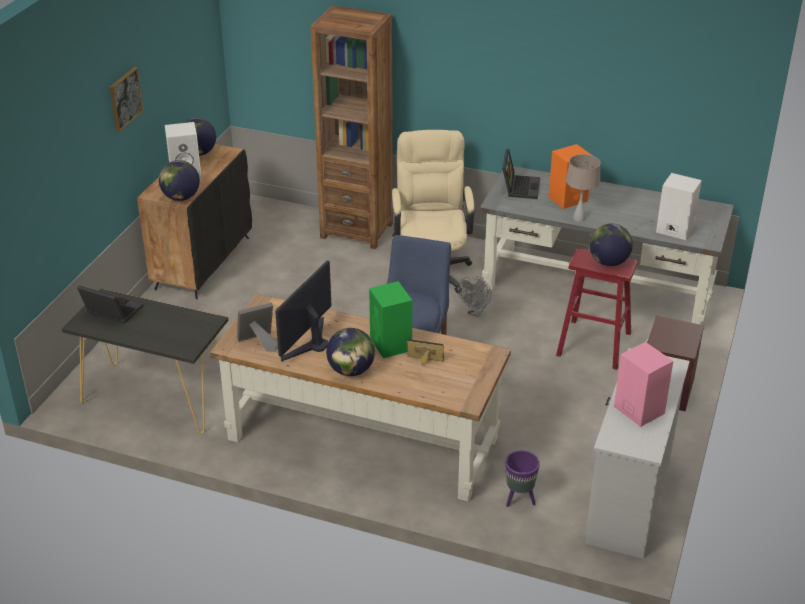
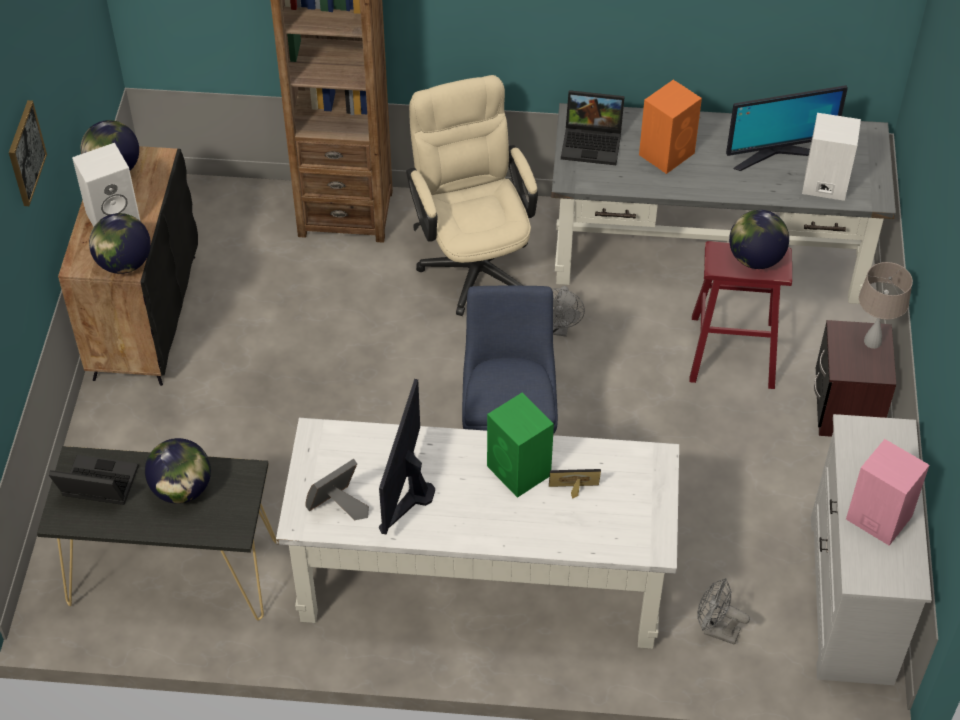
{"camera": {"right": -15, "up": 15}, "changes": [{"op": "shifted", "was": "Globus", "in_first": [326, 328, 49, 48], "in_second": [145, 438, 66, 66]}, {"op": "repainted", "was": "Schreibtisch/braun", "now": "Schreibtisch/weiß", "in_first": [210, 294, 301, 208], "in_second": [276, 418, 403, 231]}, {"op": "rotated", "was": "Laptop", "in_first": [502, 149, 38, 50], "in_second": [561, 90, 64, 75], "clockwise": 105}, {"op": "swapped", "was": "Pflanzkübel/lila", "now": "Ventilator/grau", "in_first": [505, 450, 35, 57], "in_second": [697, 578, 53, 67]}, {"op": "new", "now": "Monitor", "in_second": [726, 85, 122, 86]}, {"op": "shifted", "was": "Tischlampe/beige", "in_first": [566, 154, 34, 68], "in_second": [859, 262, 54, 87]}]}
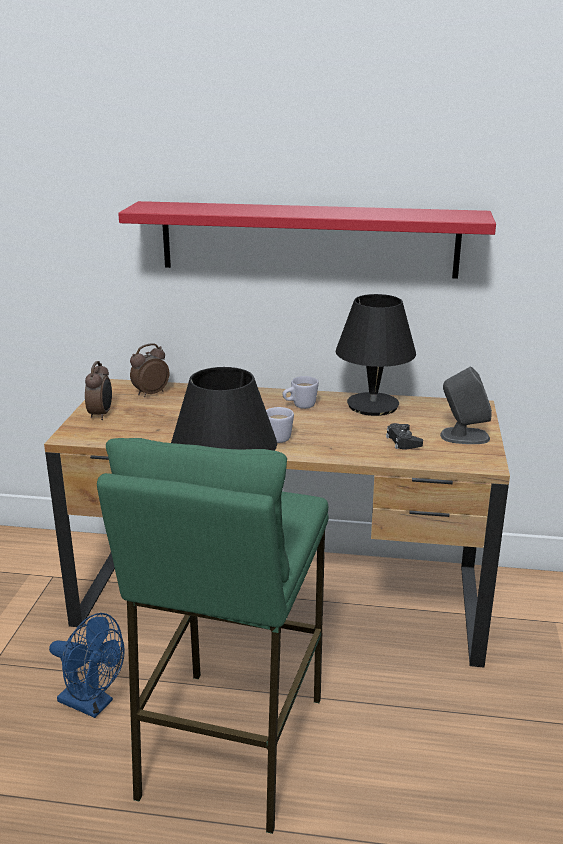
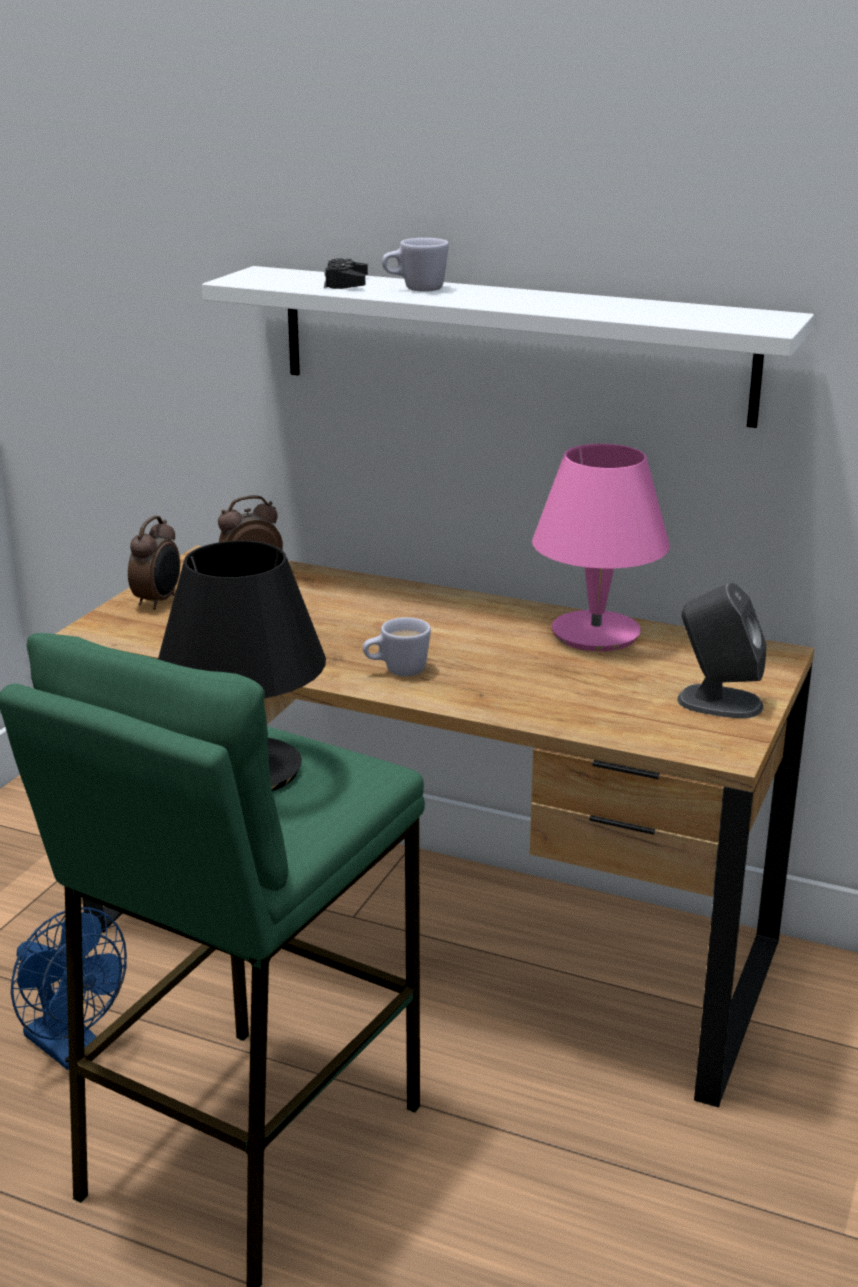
{"camera": {"right": 15, "up": 0}, "changes": [{"op": "repainted", "was": "Wandregal/rot", "now": "Wandregal/weiß", "in_first": [118, 201, 378, 78], "in_second": [202, 266, 612, 162]}, {"op": "shifted", "was": "Gamepad/schwarz", "in_first": [386, 423, 37, 27], "in_second": [324, 258, 44, 31]}, {"op": "shifted", "was": "Henkelbecher/weiß", "in_first": [283, 376, 36, 33], "in_second": [382, 238, 67, 54]}, {"op": "repainted", "was": "Tischlampe/schwarz", "now": "Tischlampe/rosa", "in_first": [336, 294, 80, 122], "in_second": [532, 444, 138, 207]}]}
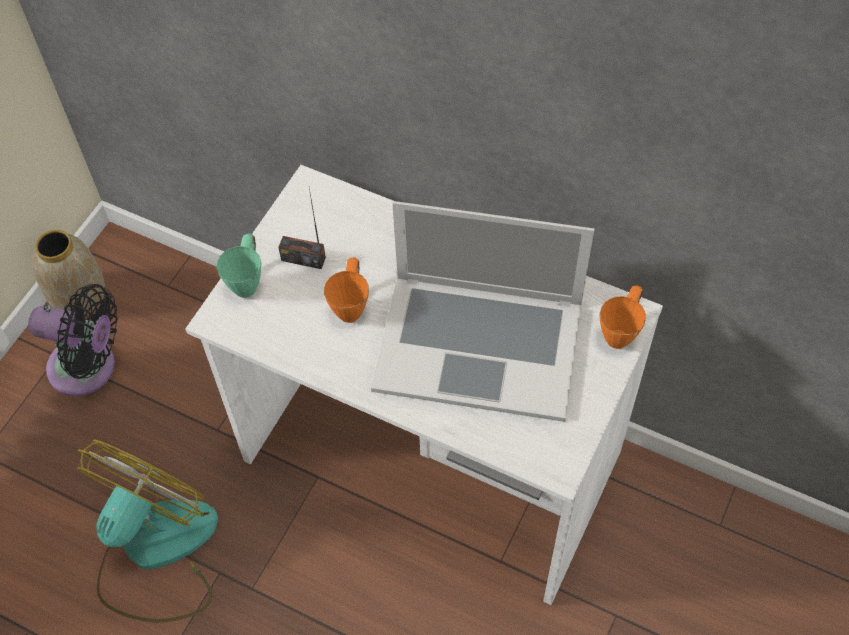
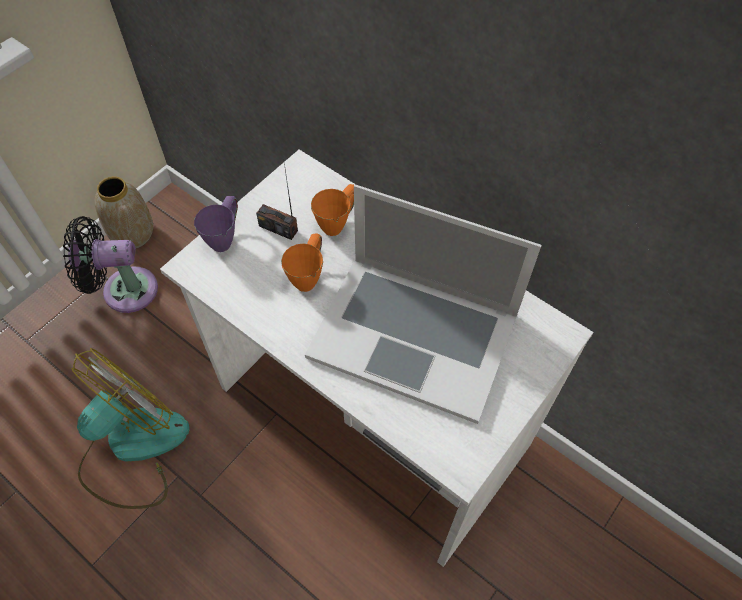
{"camera": {"right": 10, "up": 0}, "changes": [{"op": "rotated", "was": "Ventilator/schwarz", "in_first": [28, 284, 90, 112], "in_second": [63, 216, 95, 97], "clockwise": 150}, {"op": "repainted", "was": "Henkelbecher/grün", "now": "Henkelbecher/lila", "in_first": [217, 233, 44, 65], "in_second": [194, 196, 44, 56]}, {"op": "shifted", "was": "Henkelbecher/orange", "in_first": [599, 285, 47, 64], "in_second": [311, 184, 43, 52]}]}
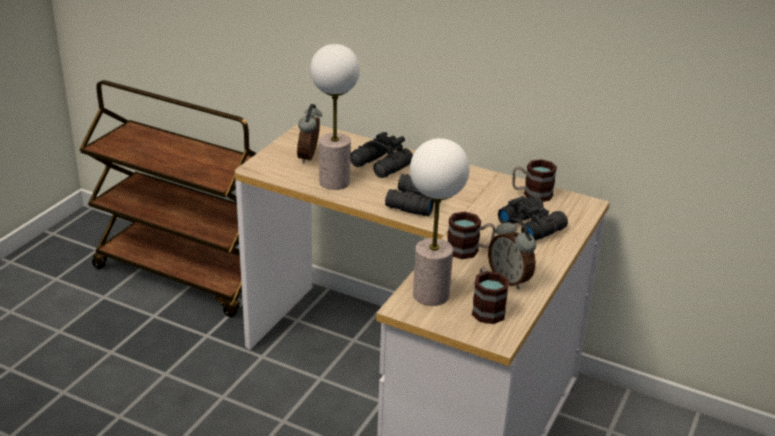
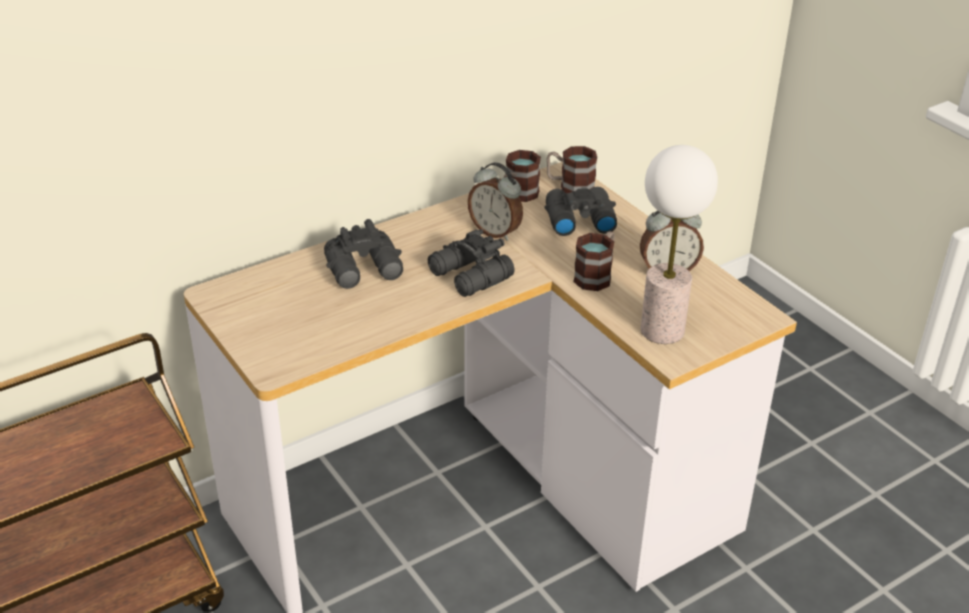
{"camera": {"right": -60, "up": 5}, "changes": [{"op": "shifted", "was": "Wecker", "in_first": [297, 104, 25, 60], "in_second": [468, 162, 55, 79]}, {"op": "shifted", "was": "Henkelbecher", "in_first": [472, 267, 37, 57], "in_second": [547, 146, 50, 47]}, {"op": "gone", "was": "Tischlampe", "in_first": [310, 44, 50, 146]}]}
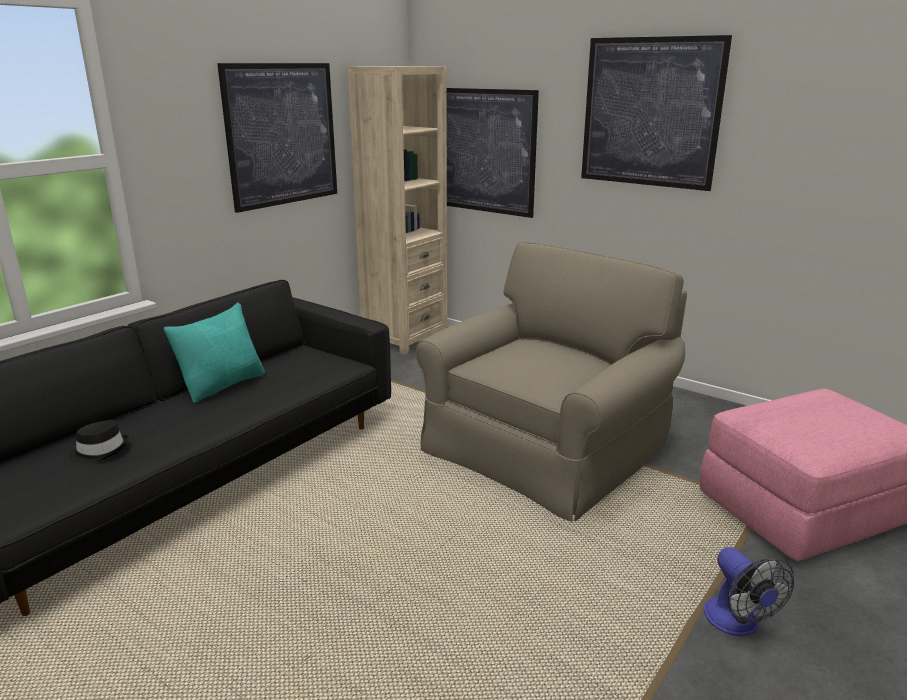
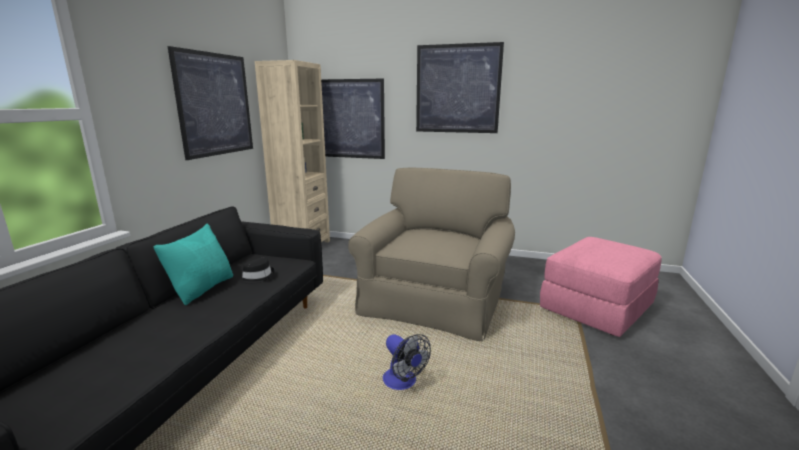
{"camera": {"right": -20, "up": -5}, "changes": [{"op": "shifted", "was": "Hut/schwarz", "in_first": [69, 420, 60, 43], "in_second": [238, 258, 37, 26]}, {"op": "shifted", "was": "Ventilator", "in_first": [704, 547, 90, 89], "in_second": [383, 334, 48, 56]}]}
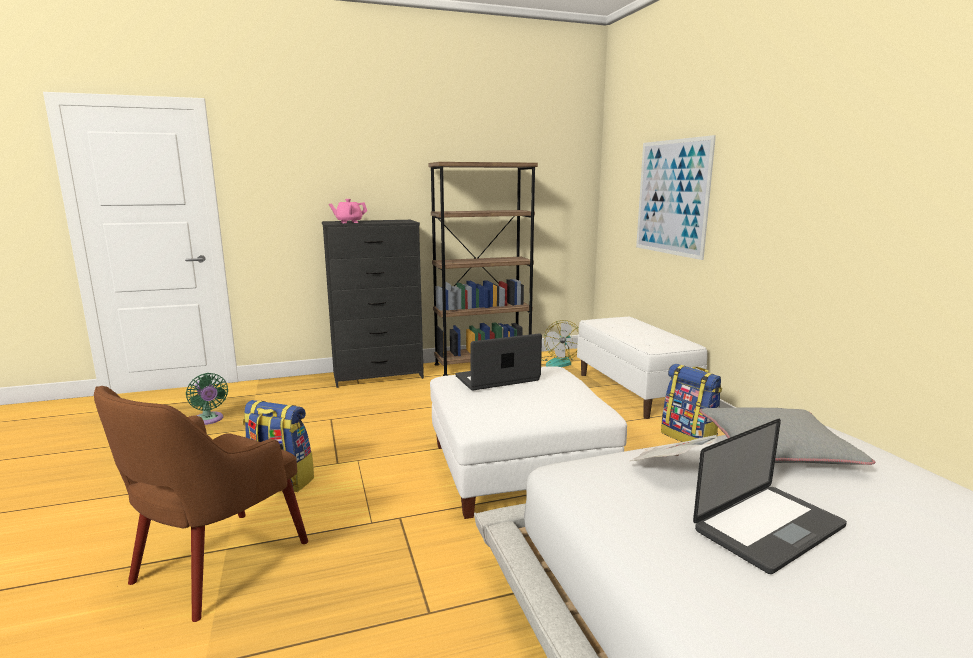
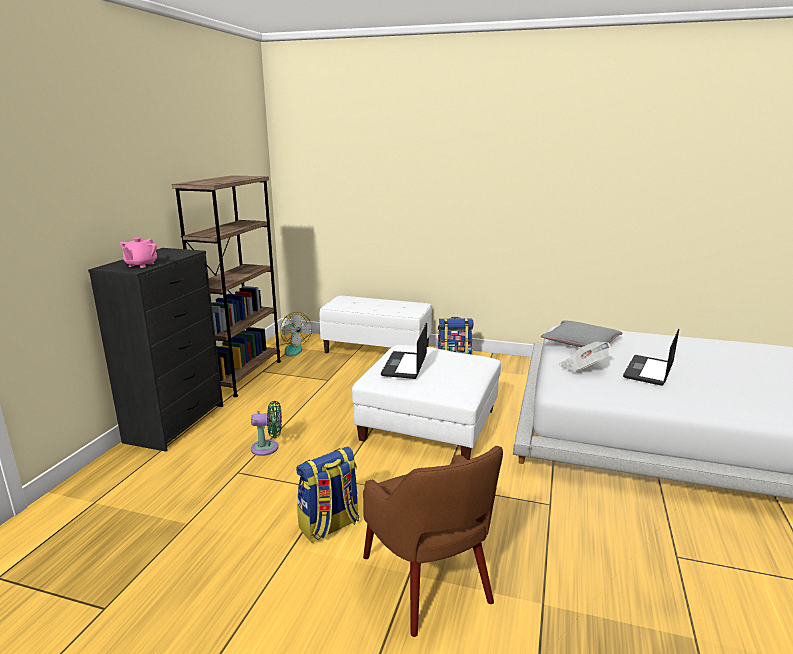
{"camera": {"right": -55, "up": 5}, "changes": [{"op": "shifted", "was": "Ventilator/grün", "in_first": [186, 373, 42, 52], "in_second": [251, 401, 31, 55]}, {"op": "rotated", "was": "Laptop", "in_first": [693, 419, 154, 155], "in_second": [623, 328, 56, 58], "clockwise": -150}, {"op": "gone", "was": "Bild", "in_first": [636, 135, 80, 125]}]}
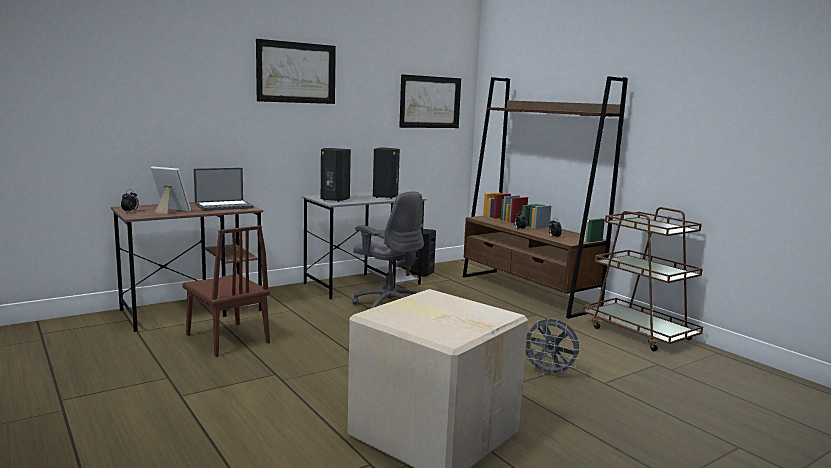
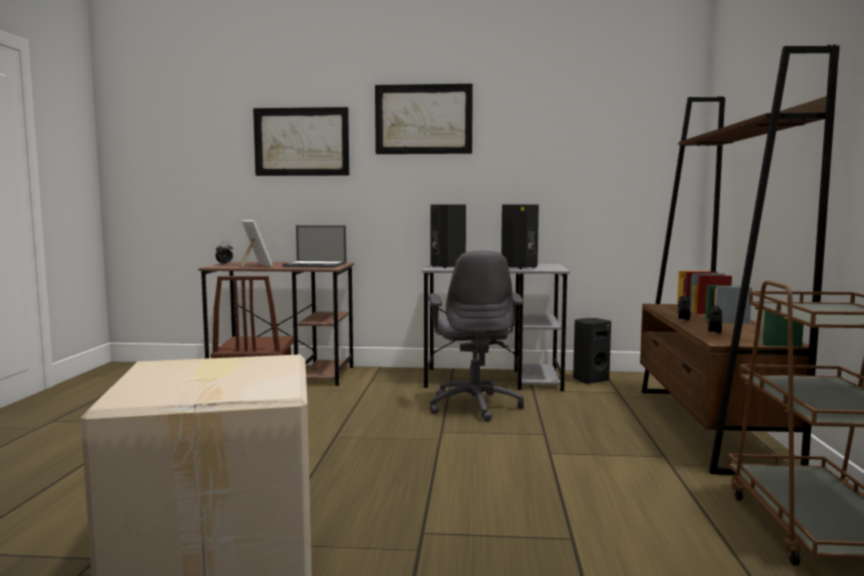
{"camera": {"right": 40, "up": -5}, "changes": [{"op": "shifted", "was": "Bild", "in_first": [399, 74, 62, 54], "in_second": [253, 107, 96, 69]}, {"op": "gone", "was": "Ventilator/grau", "in_first": [525, 319, 56, 58]}]}
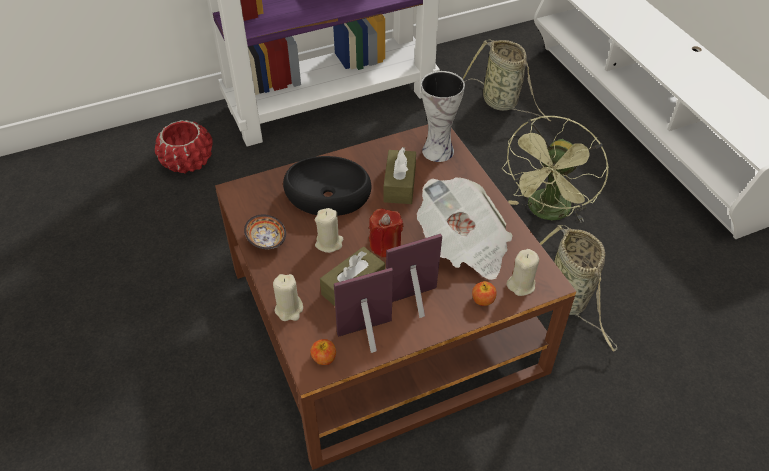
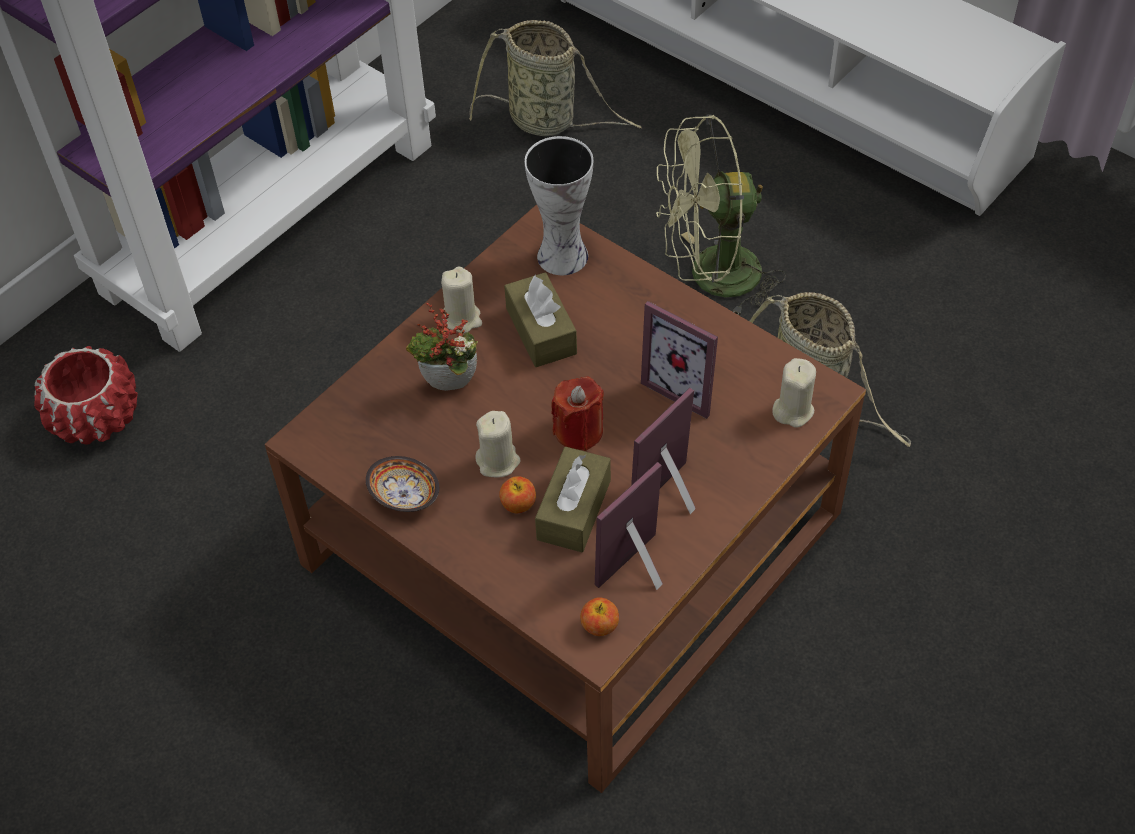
{"camera": {"right": -25, "up": 5}, "changes": [{"op": "swapped", "was": "Schüssel/schwarz", "now": "Topfpflanze", "in_first": [283, 156, 88, 60], "in_second": [406, 303, 72, 88]}, {"op": "shifted", "was": "Kerze/beige", "in_first": [273, 274, 30, 47], "in_second": [441, 266, 41, 68]}, {"op": "shifted", "was": "Apfel", "in_first": [472, 281, 25, 25], "in_second": [499, 476, 37, 37]}, {"op": "swapped", "was": "Zeitung", "now": "Bilderrahmen", "in_first": [417, 177, 96, 103], "in_second": [641, 301, 77, 118]}, {"op": "rotated", "was": "Ventilator/grün", "in_first": [502, 116, 107, 106], "in_second": [656, 115, 130, 200], "clockwise": 75}]}
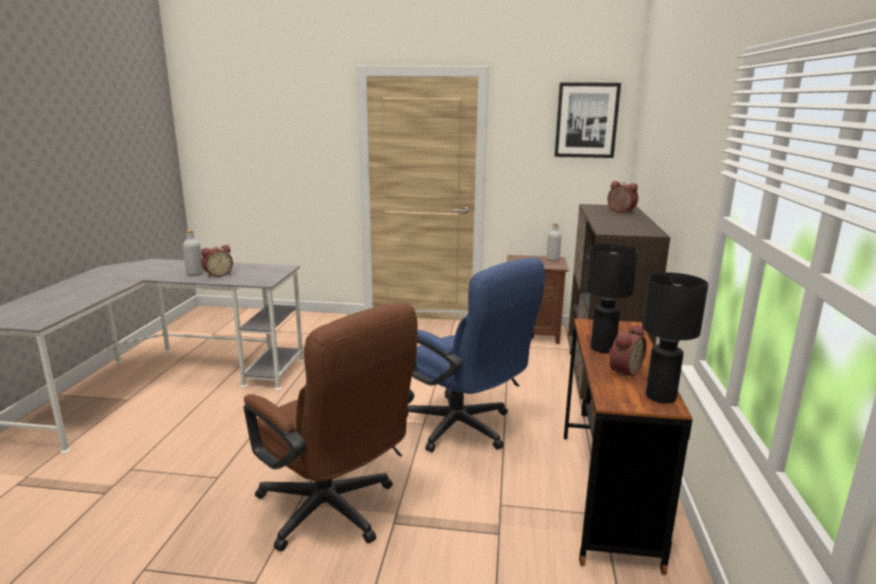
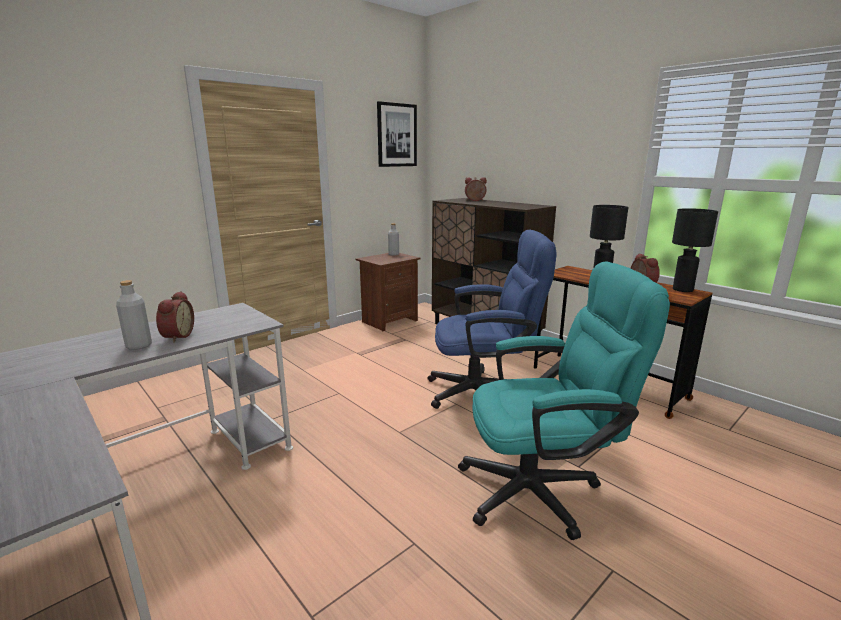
{"camera": {"right": -50, "up": 0}, "changes": [{"op": "repainted", "was": "Bürostuhl/braun", "now": "Bürostuhl/türkis", "in_first": [244, 302, 174, 249], "in_second": [458, 261, 212, 279]}]}
